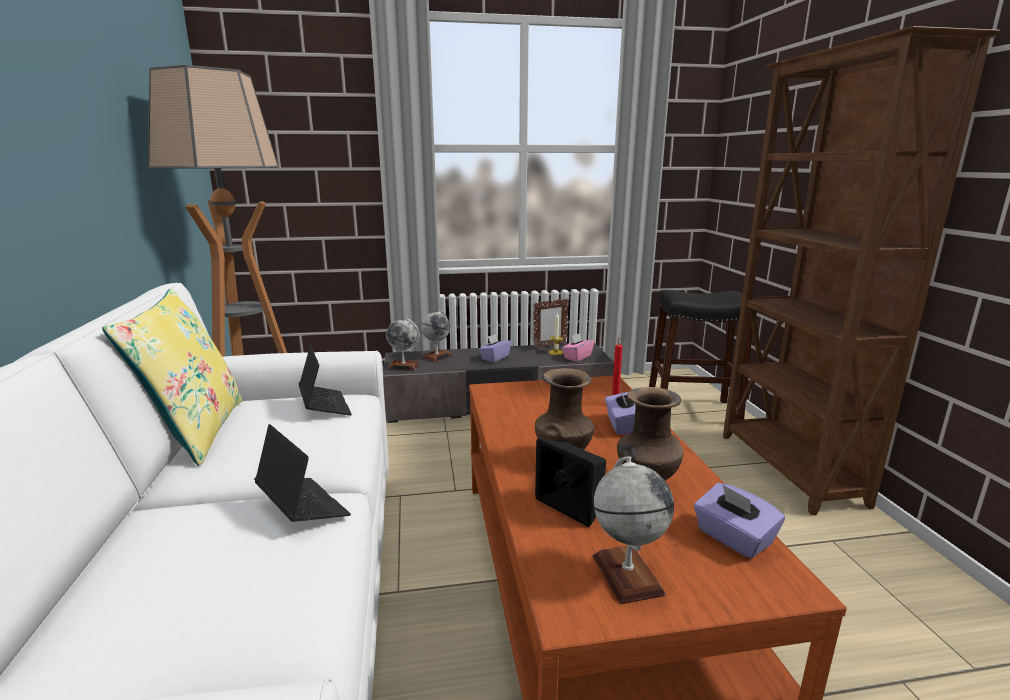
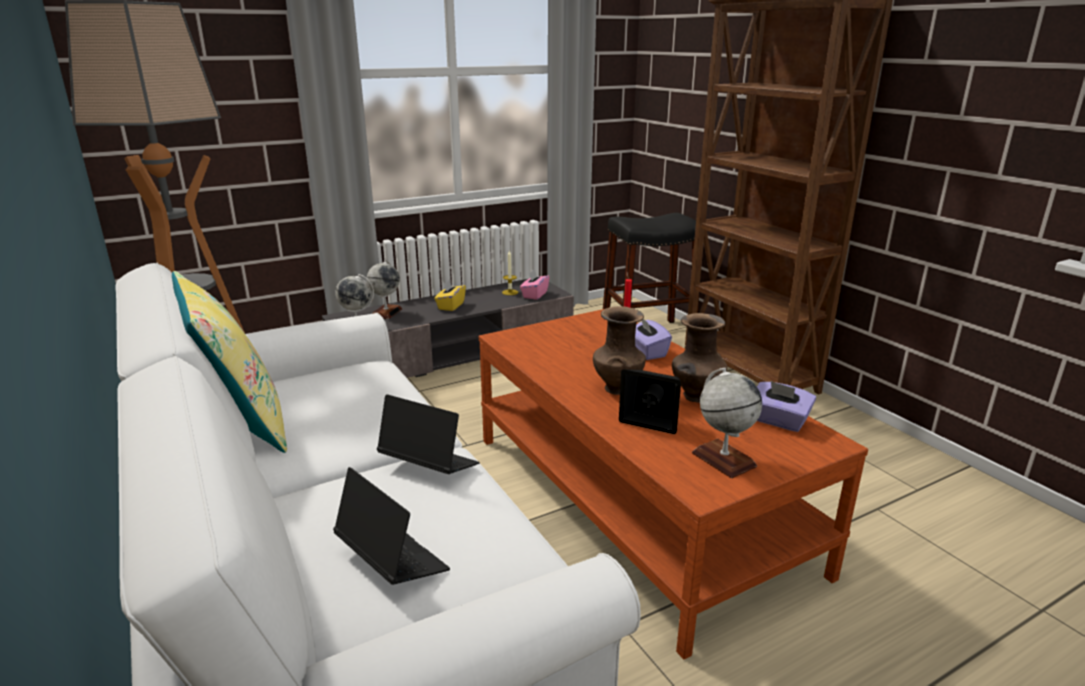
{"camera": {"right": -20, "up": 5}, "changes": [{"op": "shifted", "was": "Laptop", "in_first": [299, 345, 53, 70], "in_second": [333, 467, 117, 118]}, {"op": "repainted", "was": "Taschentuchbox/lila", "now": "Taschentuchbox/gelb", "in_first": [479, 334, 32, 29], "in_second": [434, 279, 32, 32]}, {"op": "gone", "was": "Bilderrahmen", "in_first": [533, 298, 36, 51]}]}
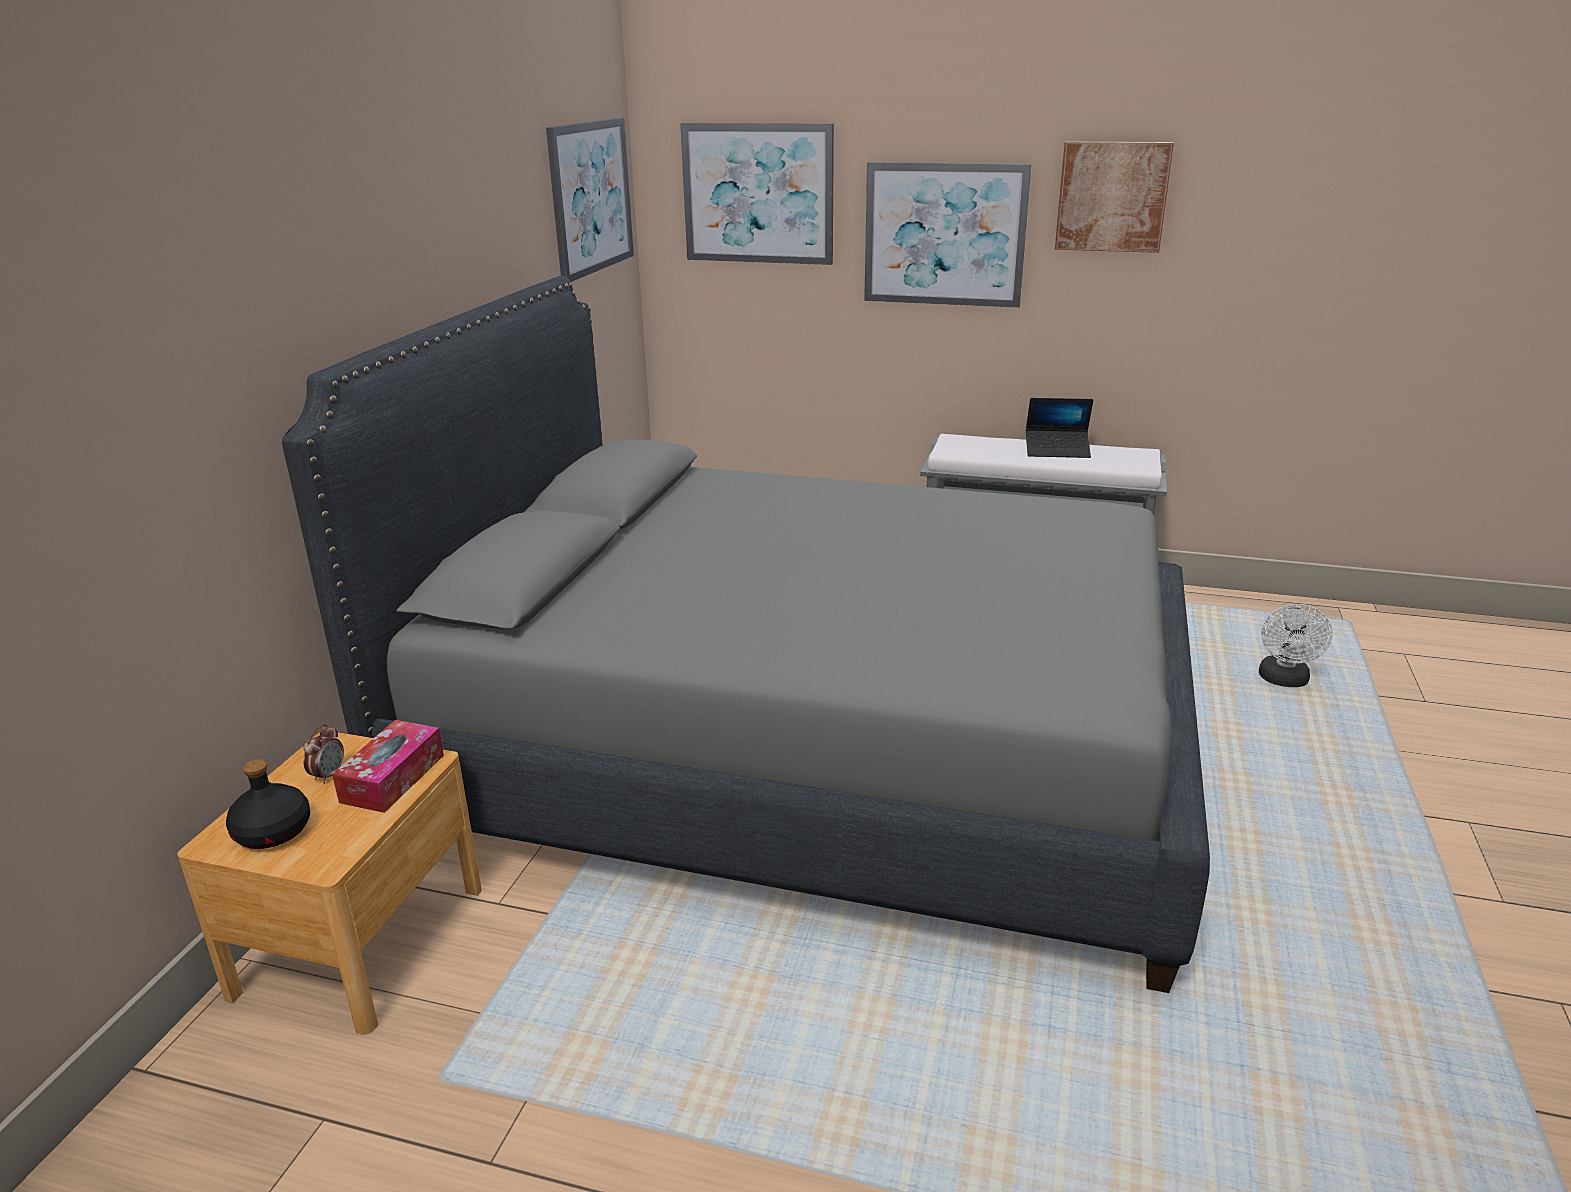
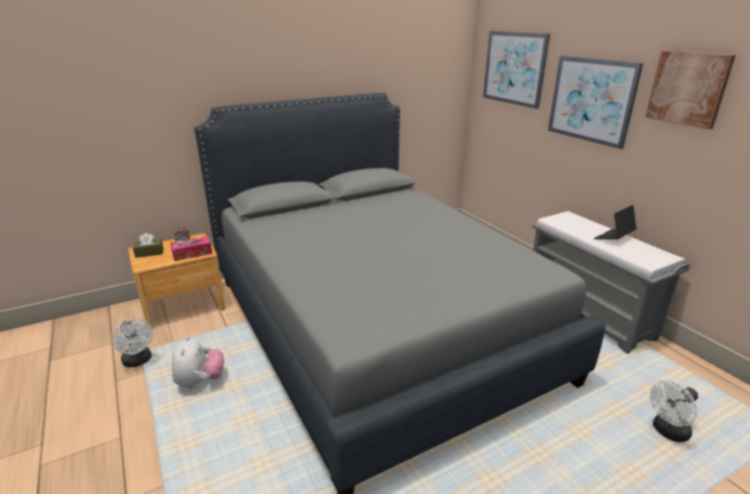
{"camera": {"right": 45, "up": 0}, "changes": [{"op": "new", "now": "Ventilator/weiß", "in_second": [112, 319, 41, 48]}, {"op": "swapped", "was": "Flasche/schwarz", "now": "Taschentuchbox/braun", "in_first": [226, 759, 84, 90], "in_second": [133, 233, 31, 25]}, {"op": "new", "now": "Plüschtier", "in_second": [172, 336, 52, 52]}, {"op": "rotated", "was": "Laptop", "in_first": [1026, 398, 67, 60], "in_second": [594, 205, 43, 34], "clockwise": 90}, {"op": "gone", "was": "Bild", "in_first": [546, 118, 88, 164]}]}
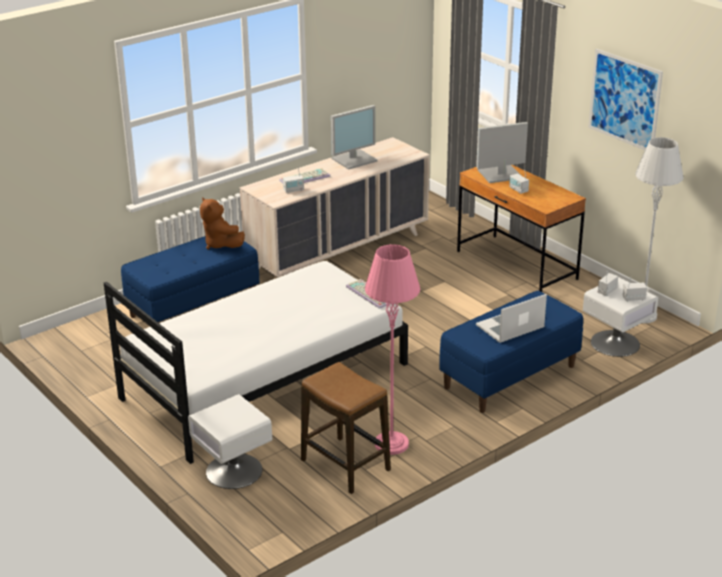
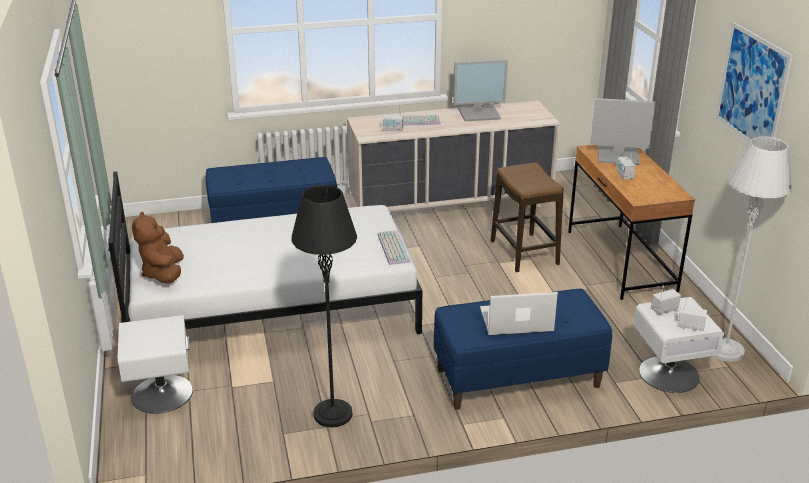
{"camera": {"right": 25, "up": 0}, "changes": [{"op": "shifted", "was": "Plüschtier/braun", "in_first": [200, 198, 45, 51], "in_second": [132, 212, 52, 72]}, {"op": "repainted", "was": "Stehlampe/rosa", "now": "Stehlampe/schwarz", "in_first": [365, 244, 55, 211], "in_second": [291, 185, 66, 242]}, {"op": "shifted", "was": "Hocker", "in_first": [301, 362, 90, 132], "in_second": [491, 162, 73, 110]}]}
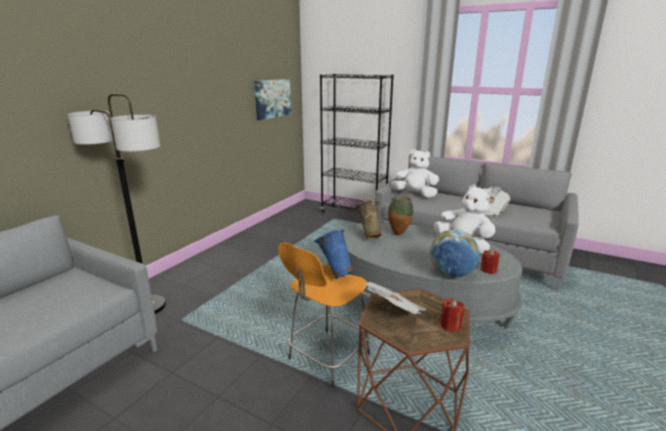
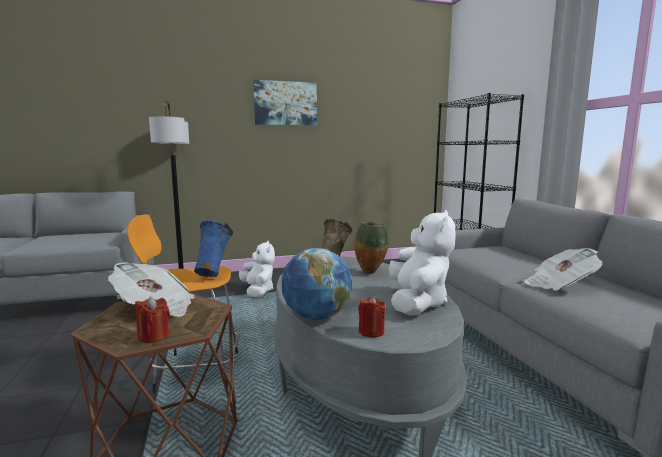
{"camera": {"right": 45, "up": -10}, "changes": [{"op": "shifted", "was": "Plüschtier/weiß", "in_first": [391, 149, 48, 48], "in_second": [239, 240, 36, 58]}, {"op": "shifted", "was": "Bild", "in_first": [254, 79, 37, 41], "in_second": [253, 80, 64, 46]}]}
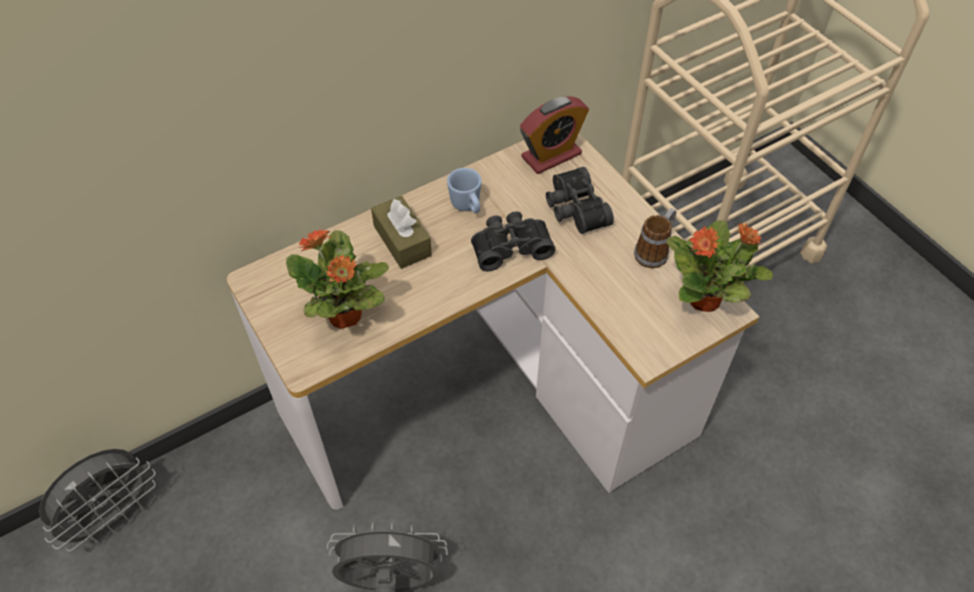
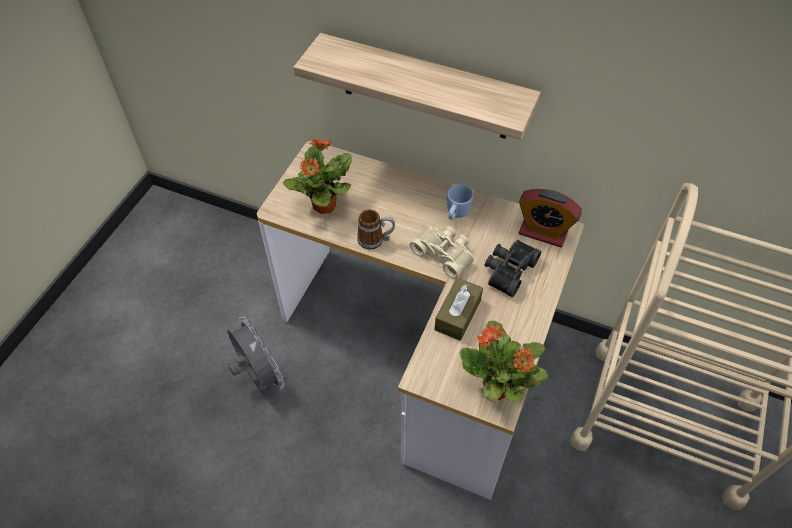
{"camera": {"right": 55, "up": 0}, "changes": [{"op": "new", "now": "Wandregal", "in_second": [294, 33, 247, 107]}, {"op": "shifted", "was": "Henkelbecher", "in_first": [634, 208, 42, 60], "in_second": [357, 209, 38, 41]}, {"op": "repainted", "was": "Fernglas/schwarz", "now": "Fernglas/beige", "in_first": [471, 211, 85, 60], "in_second": [410, 226, 64, 53]}, {"op": "shifted", "was": "Taschentuchbox/braun", "in_first": [371, 196, 61, 73], "in_second": [434, 278, 49, 63]}, {"op": "gone", "was": "Ventilator/grau", "in_first": [39, 449, 117, 102]}]}
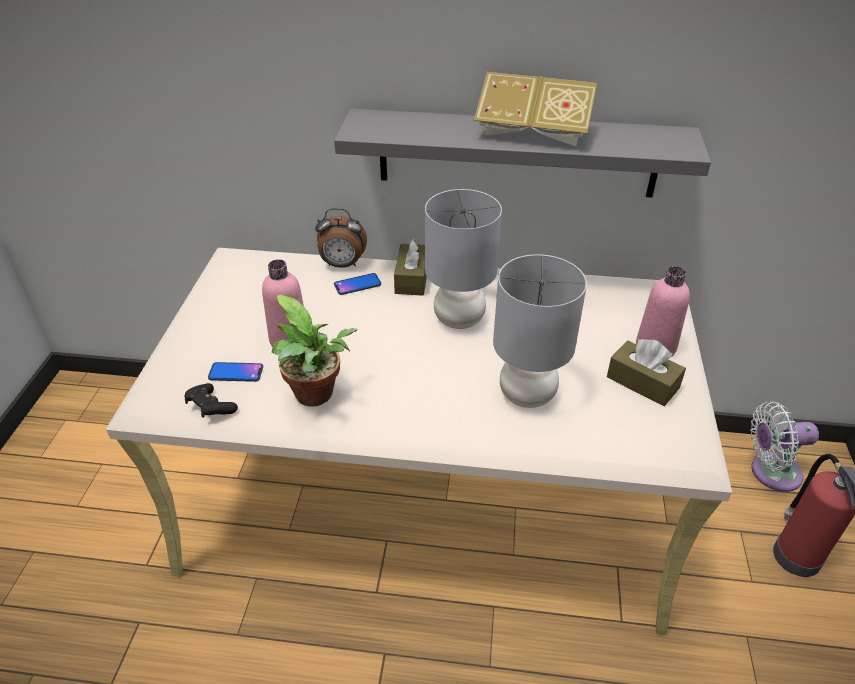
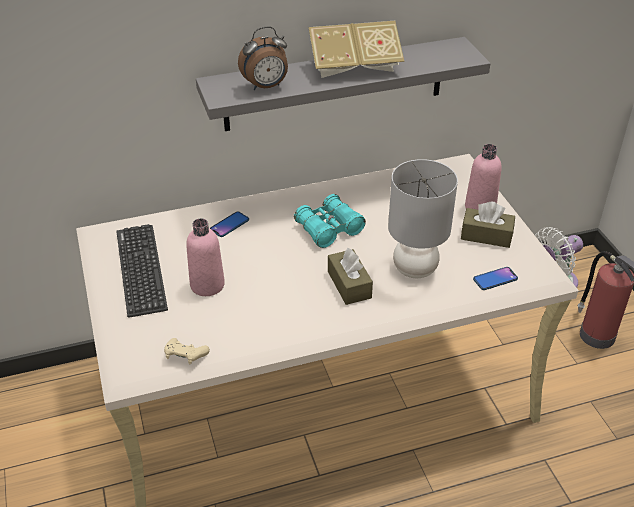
{"camera": {"right": -25, "up": 0}, "changes": [{"op": "new", "now": "Tastatur", "in_second": [116, 224, 52, 93]}, {"op": "repainted", "was": "Gamepad/schwarz", "now": "Gamepad/beige", "in_first": [184, 383, 54, 35], "in_second": [164, 338, 46, 26]}, {"op": "shifted", "was": "Wecker", "in_first": [315, 208, 52, 60], "in_second": [238, 27, 50, 63]}, {"op": "swapped", "was": "Tischlampe/grau", "now": "Fernglas/türkis", "in_first": [425, 189, 77, 140], "in_second": [294, 194, 72, 54]}, {"op": "shifted", "was": "Taschentuchbox/braun", "in_first": [394, 238, 33, 58], "in_second": [328, 248, 45, 57]}, {"op": "shifted", "was": "Handy", "in_first": [208, 362, 55, 20], "in_second": [473, 267, 45, 23]}, {"op": "gone", "was": "Topfpflanze", "in_first": [272, 295, 85, 111]}]}
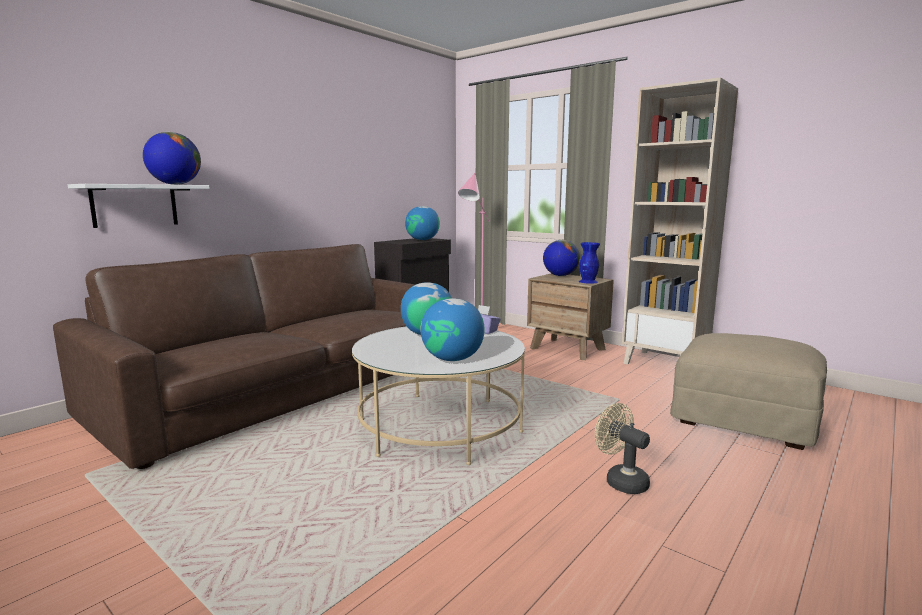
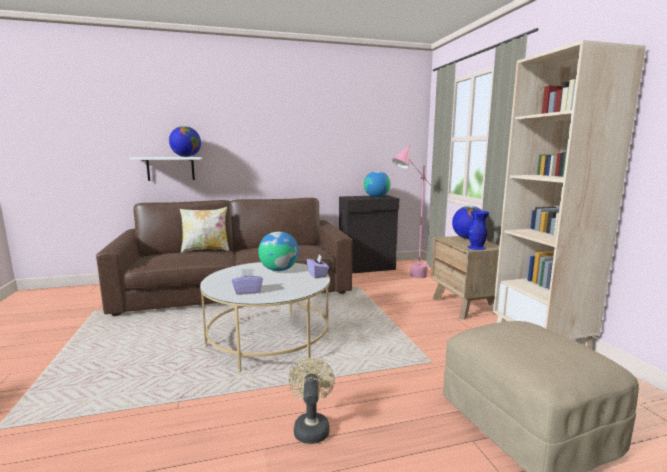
{"camera": {"right": 35, "up": 0}, "changes": [{"op": "new", "now": "Kissen", "in_second": [180, 207, 49, 46]}, {"op": "swapped", "was": "Globus", "now": "Taschentuchbox/lila", "in_first": [421, 298, 64, 63], "in_second": [232, 268, 31, 26]}]}
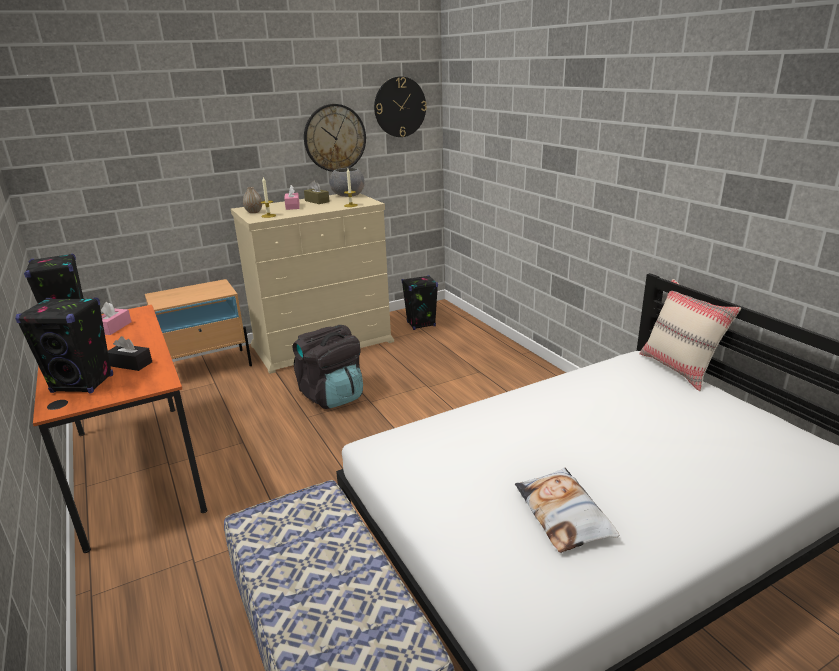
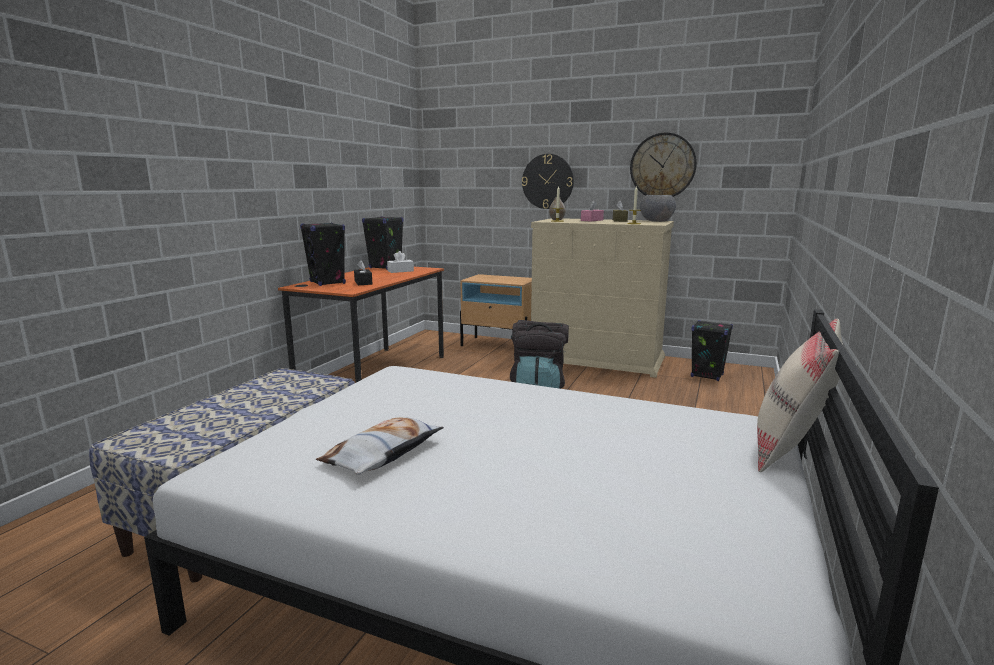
{"camera": {"right": 50, "up": -10}, "changes": [{"op": "repainted", "was": "Taschentuchbox/rosa", "now": "Taschentuchbox/weiß", "in_first": [101, 302, 31, 33], "in_second": [387, 251, 27, 22]}, {"op": "shifted", "was": "Wanduhr", "in_first": [374, 76, 53, 61], "in_second": [522, 154, 52, 55]}]}
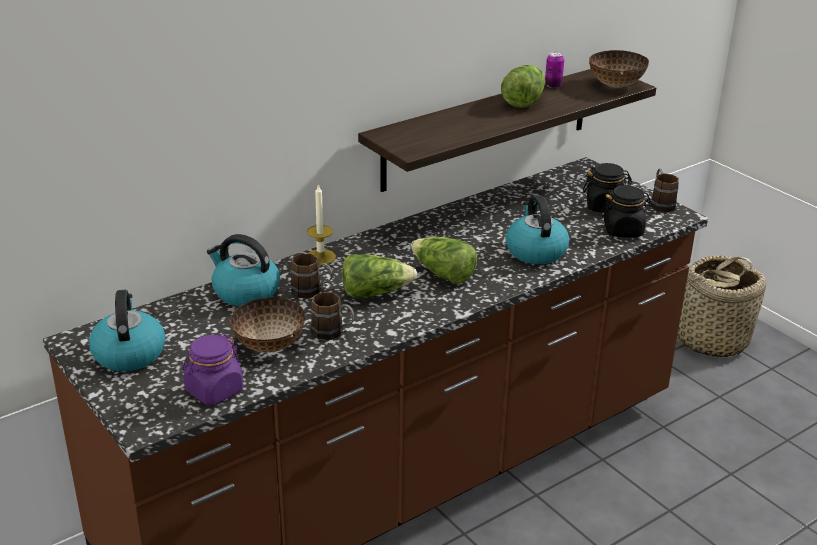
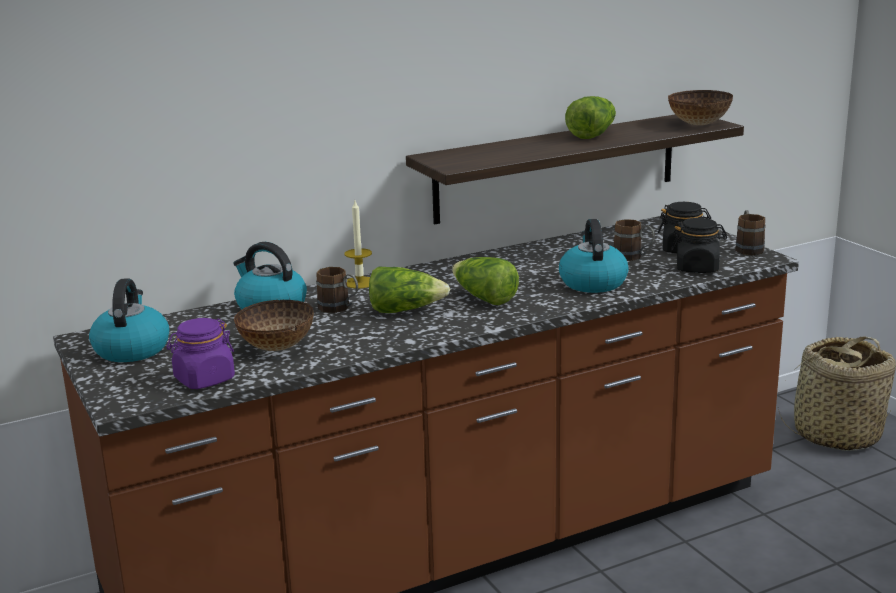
{"camera": {"right": 10, "up": -10}, "changes": [{"op": "shifted", "was": "Henkelbecher/braun", "in_first": [311, 292, 43, 48], "in_second": [614, 219, 41, 42]}, {"op": "gone", "was": "Dose", "in_first": [545, 52, 19, 36]}]}
